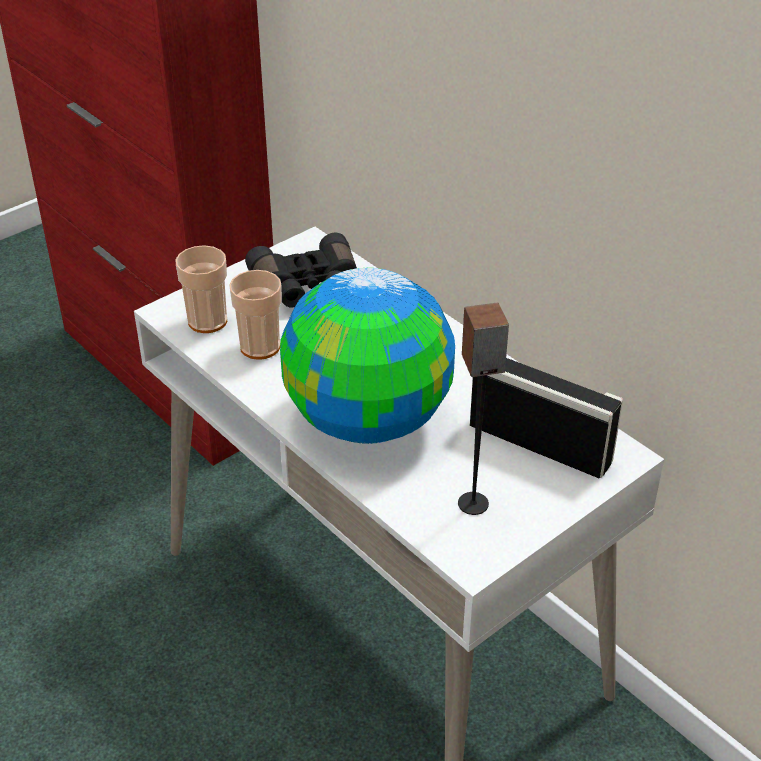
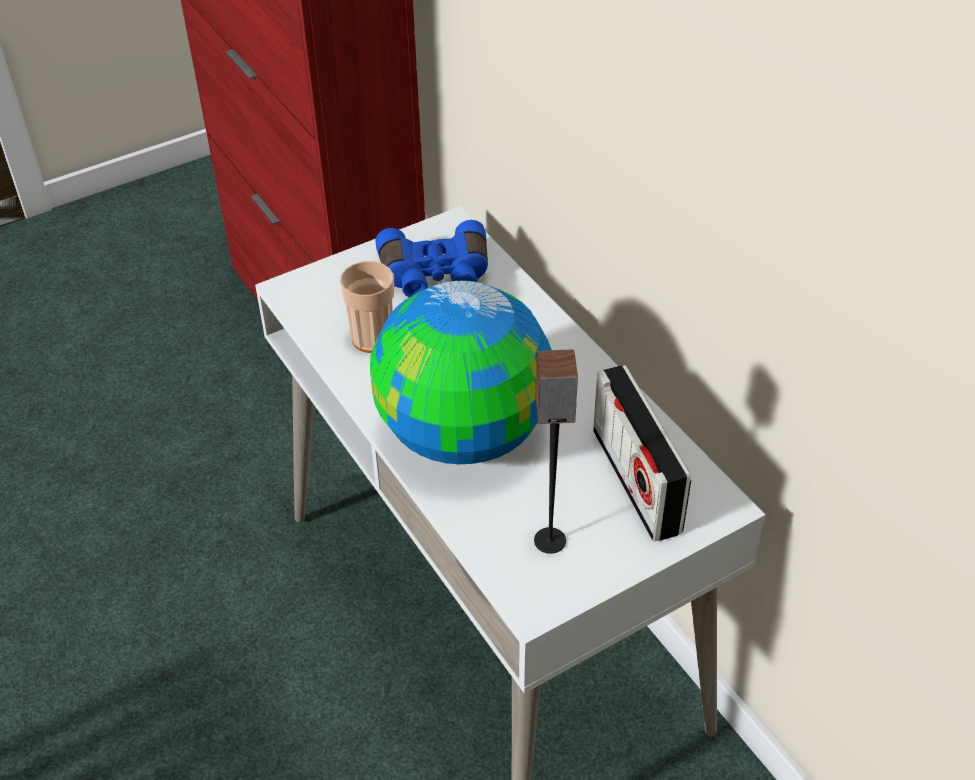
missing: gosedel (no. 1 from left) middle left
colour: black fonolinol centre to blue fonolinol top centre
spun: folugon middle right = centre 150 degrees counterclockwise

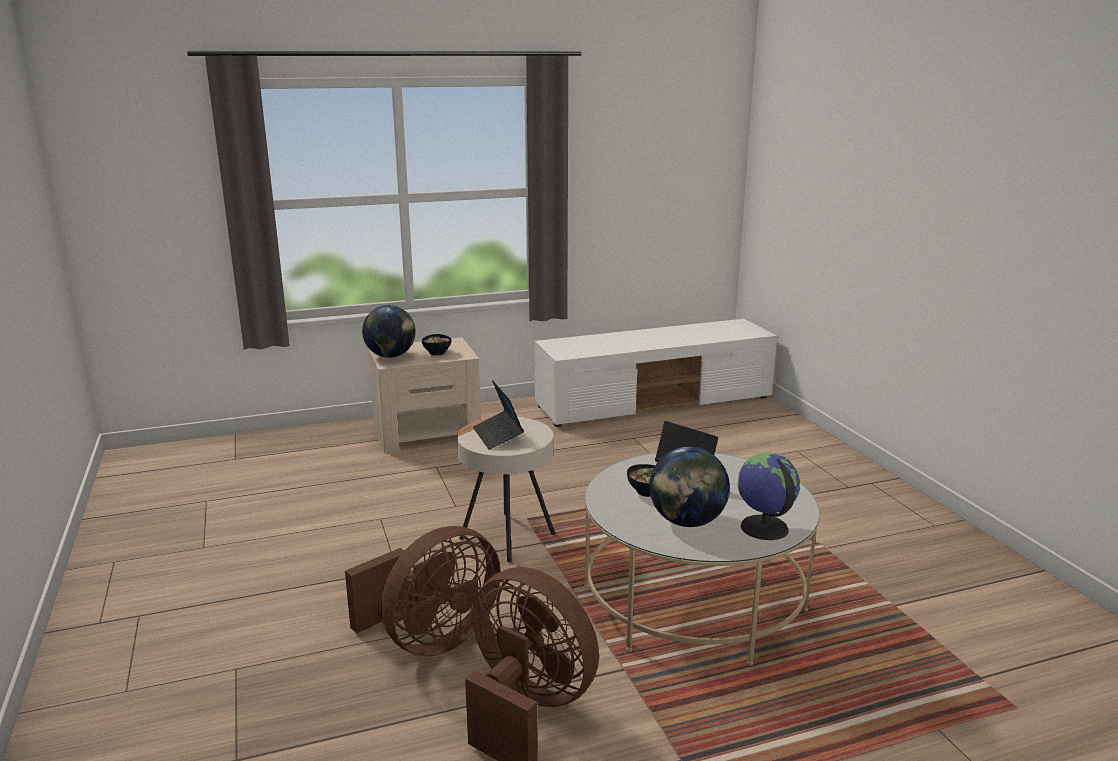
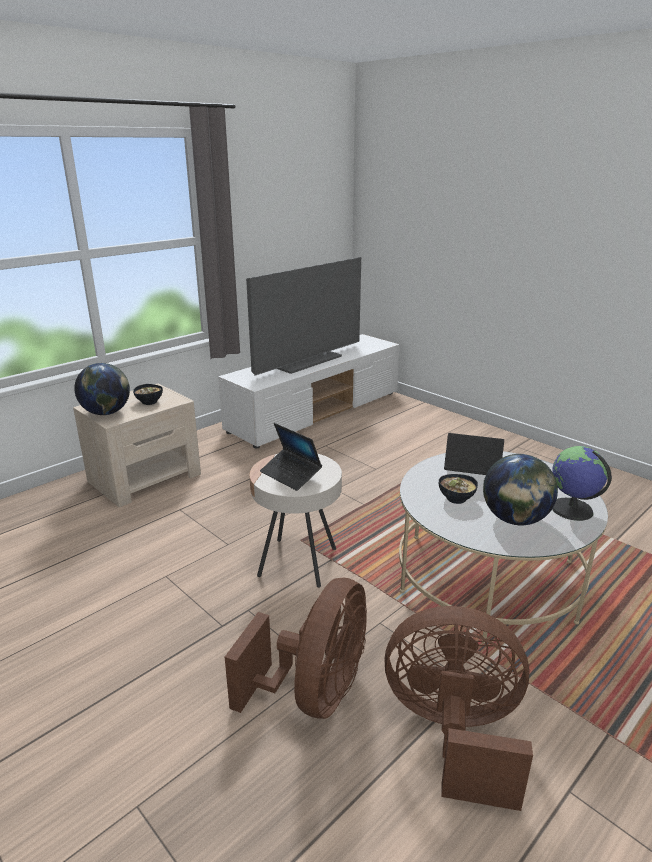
appeared: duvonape centre

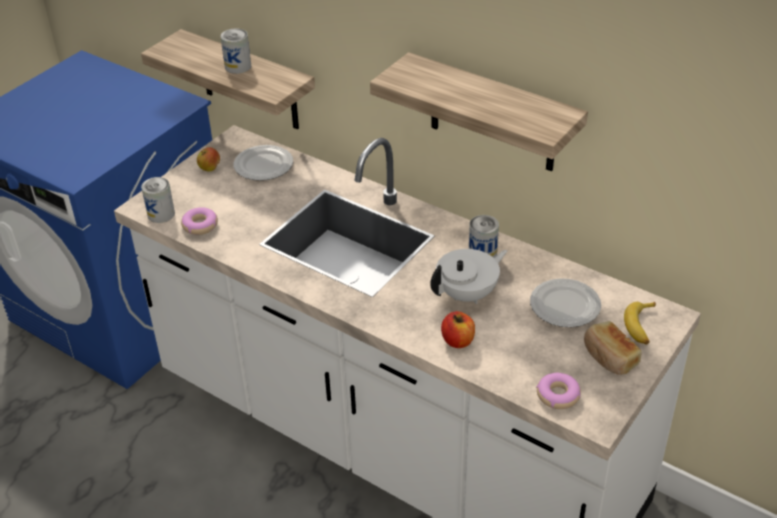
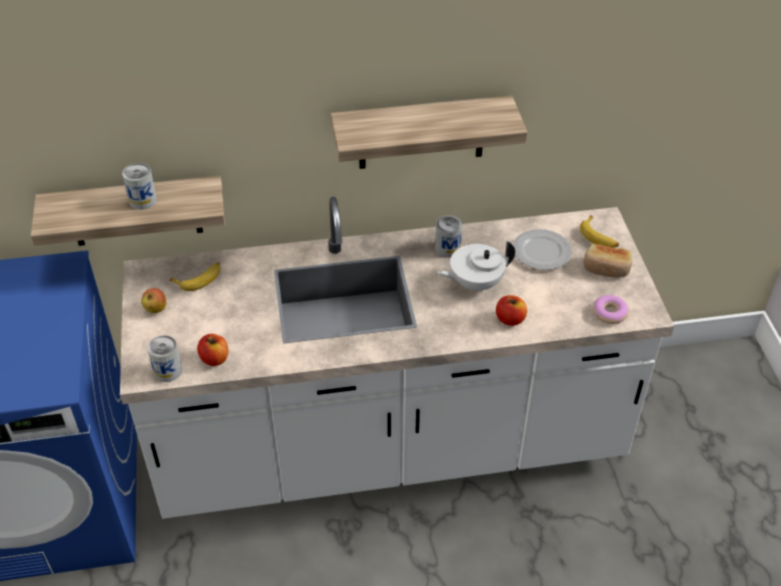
exchanged: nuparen (no. 1 from left) middle left to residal (no. 2 from left) middle left; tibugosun (no. 1 from left) top centre to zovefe (no. 1 from left) middle left
spun: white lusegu centre = centre 120 degrees counterclockwise

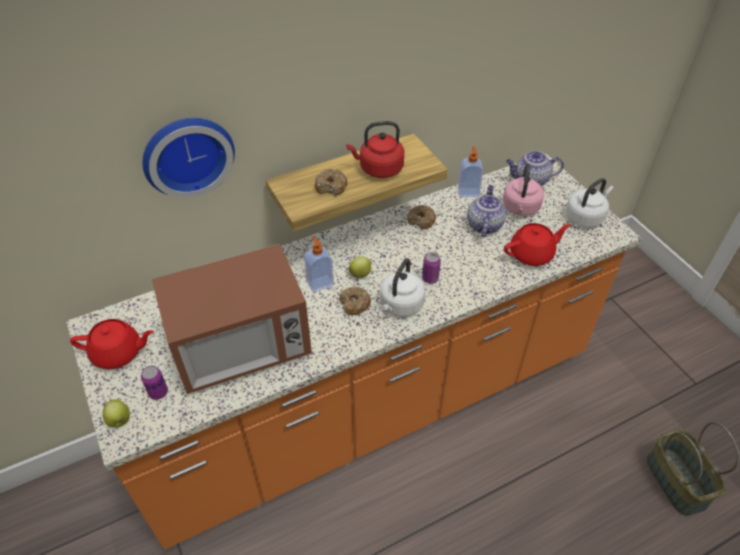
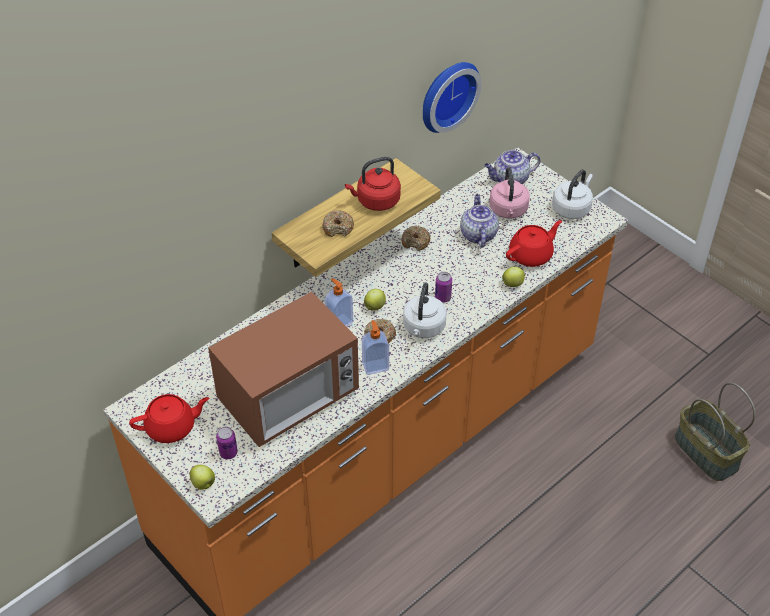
appeared: residal (no. 3 from left) middle right
relocated: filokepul top left to top centre; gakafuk (no. 2 from left) top centre to centre

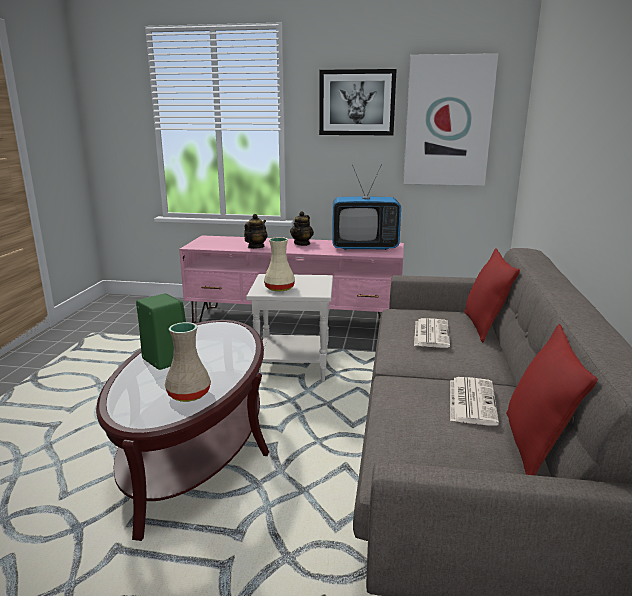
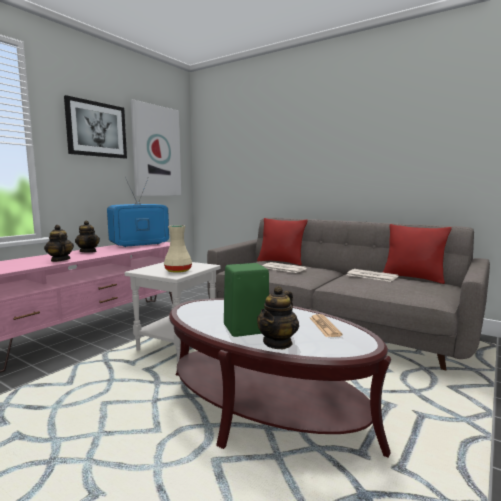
appeared: lusegu (no. 3 from left) centre
exchanged: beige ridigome (no. 1 from left) middle left to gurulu (no. 2 from left) centre
spun: duvonape centre = middle left 150 degrees counterclockwise

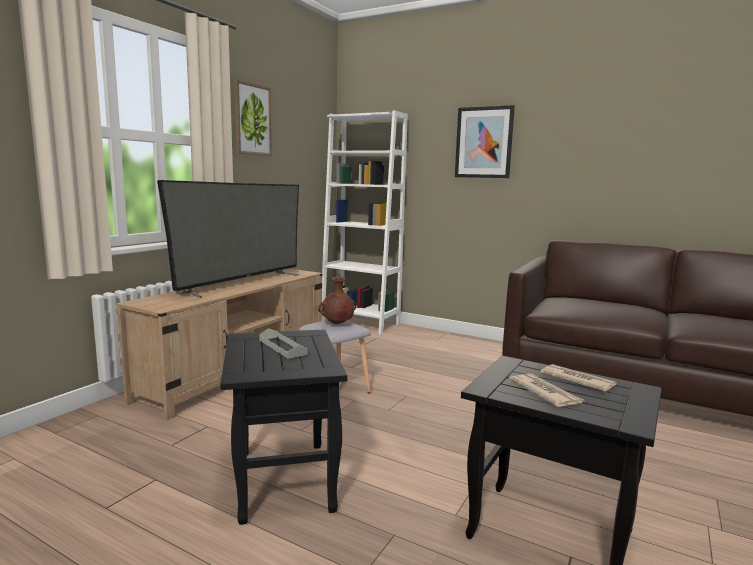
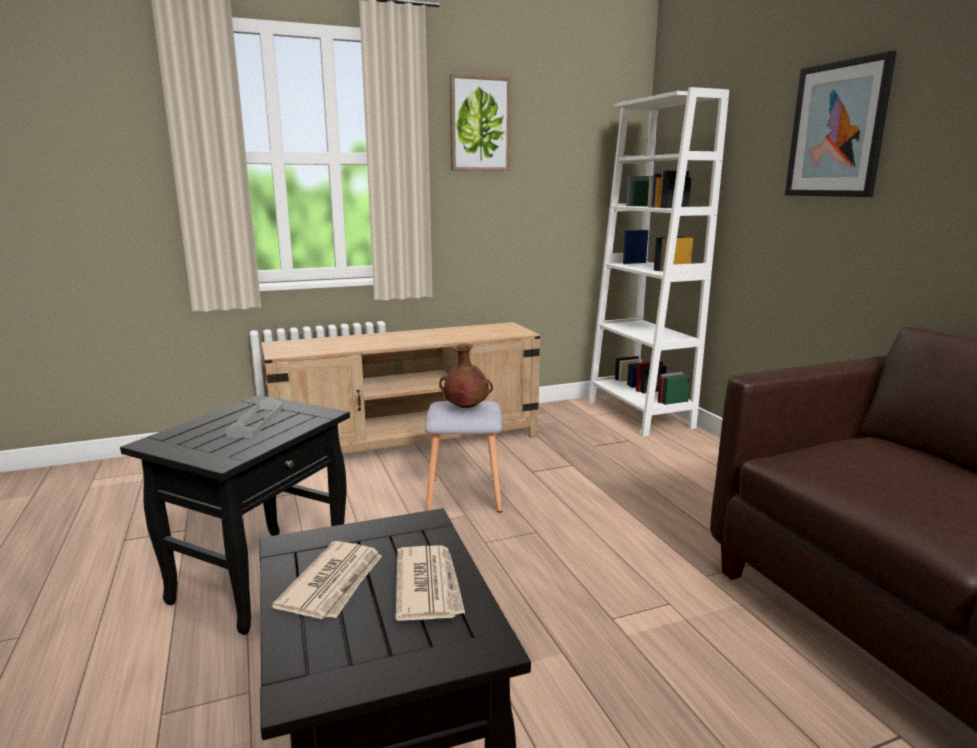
missing: duvonape middle left

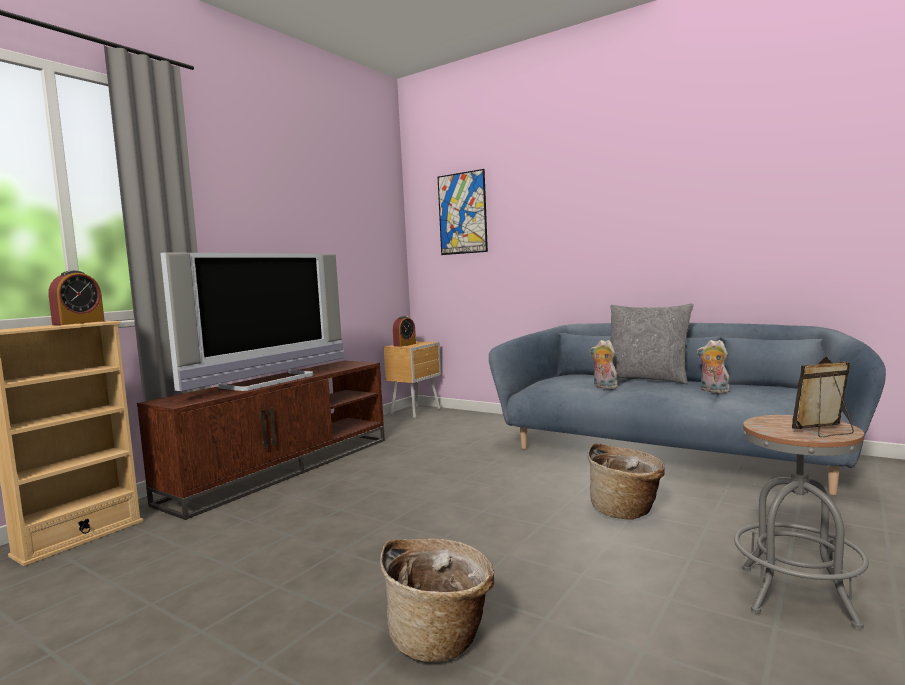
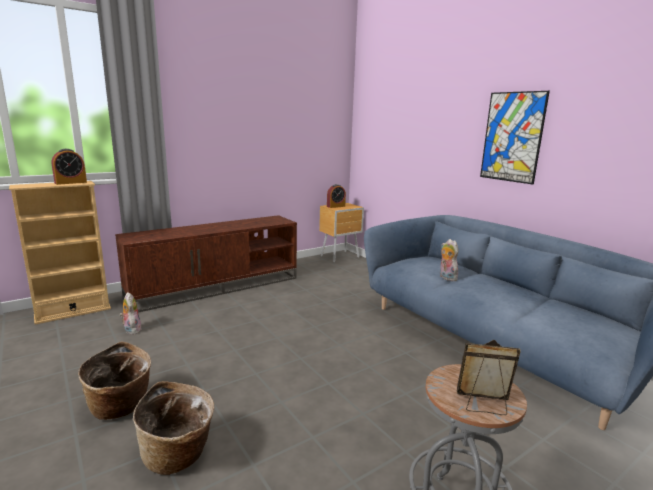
missing: duvonape middle left; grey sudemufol middle right
relocated: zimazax top centre to top right; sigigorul (no. 2 from left in the first image) bottom right to sigigorul (no. 1 from left) bottom left; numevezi (no. 2 from left in the first image) middle right to numevezi (no. 1 from left) middle left

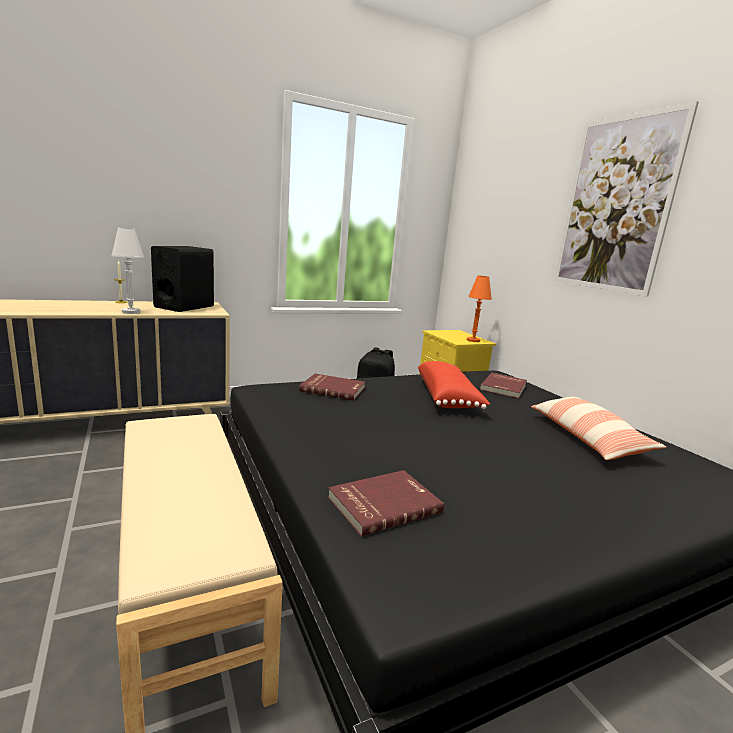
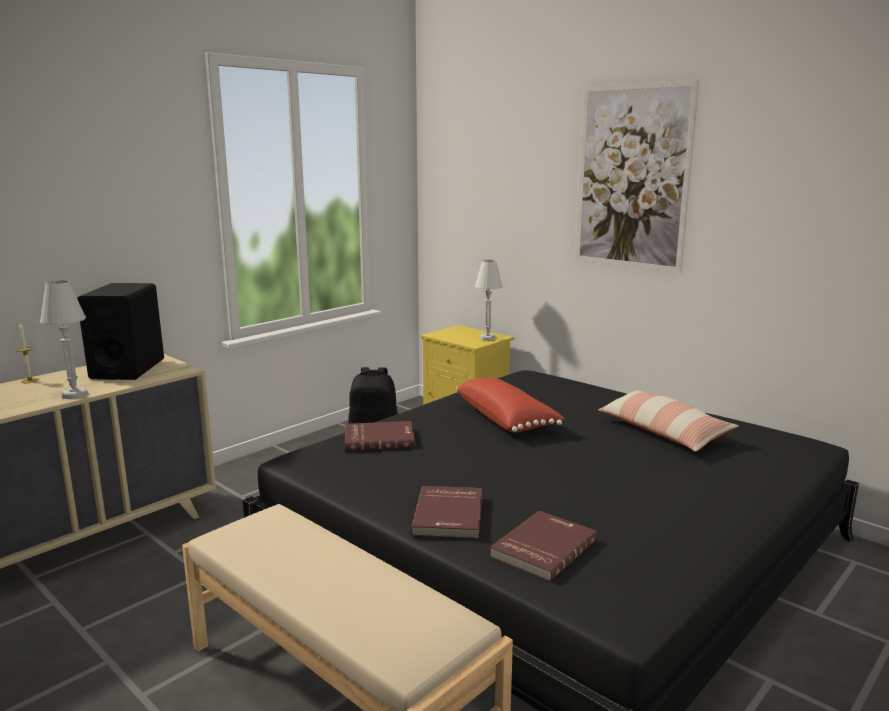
relocated: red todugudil (no. 3 from left in the first image) middle right to red todugudil (no. 2 from left) bottom centre
colour: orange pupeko centre to white pupeko (no. 2 from left) centre

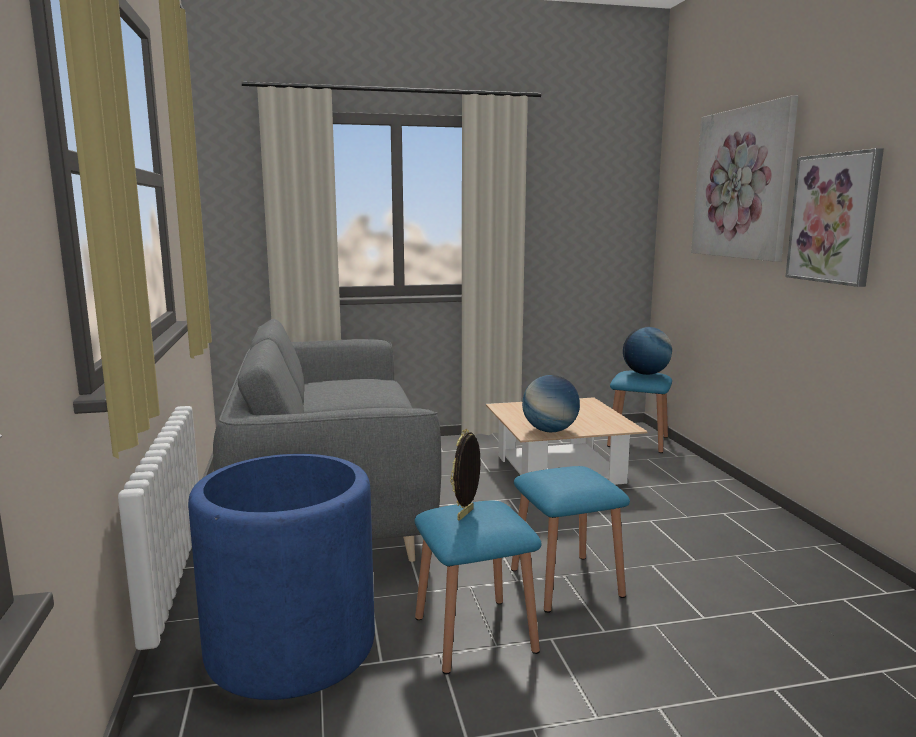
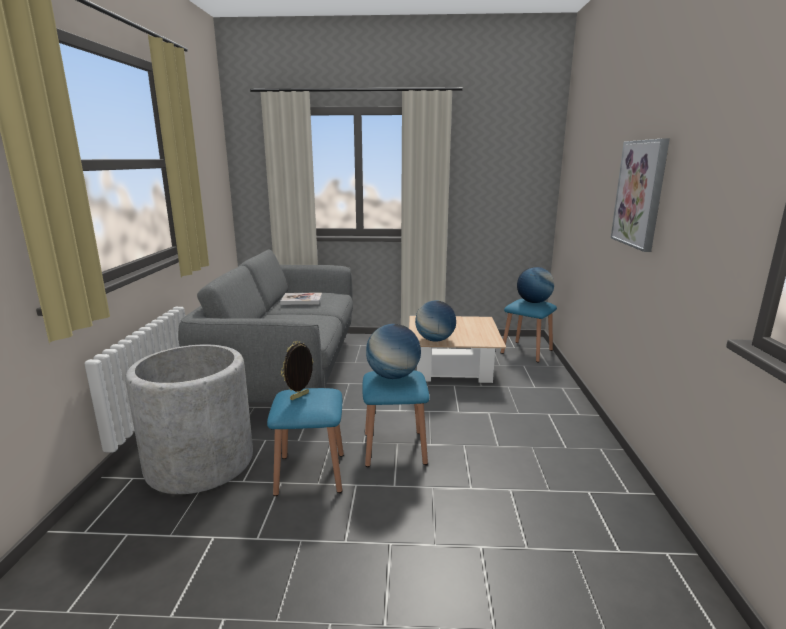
missing: zimazax (no. 1 from left) top right
appeared: todugudil centre; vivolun (no. 1 from left) centre
colour: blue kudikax bottom left to grey kudikax middle left

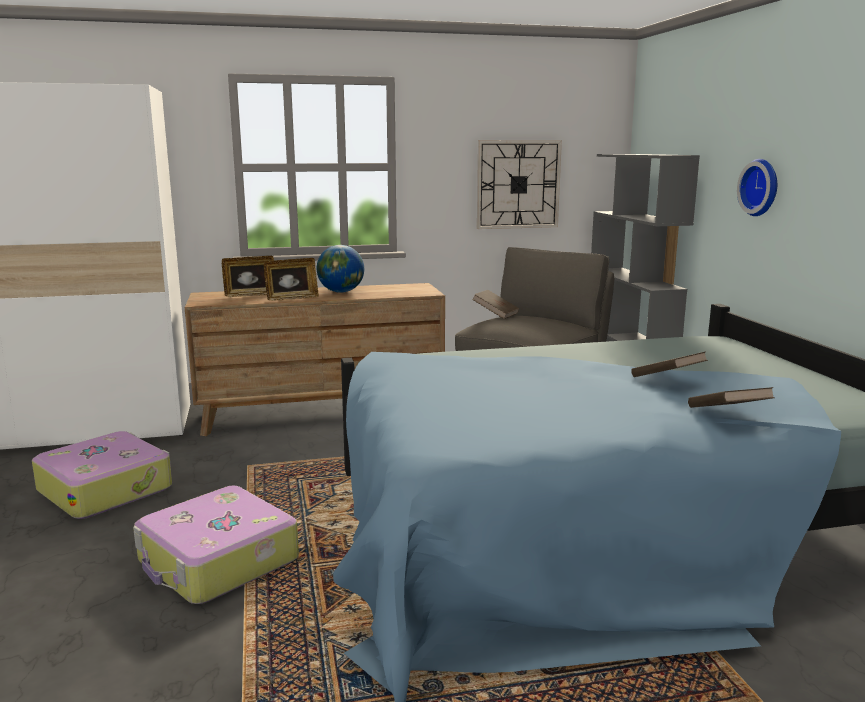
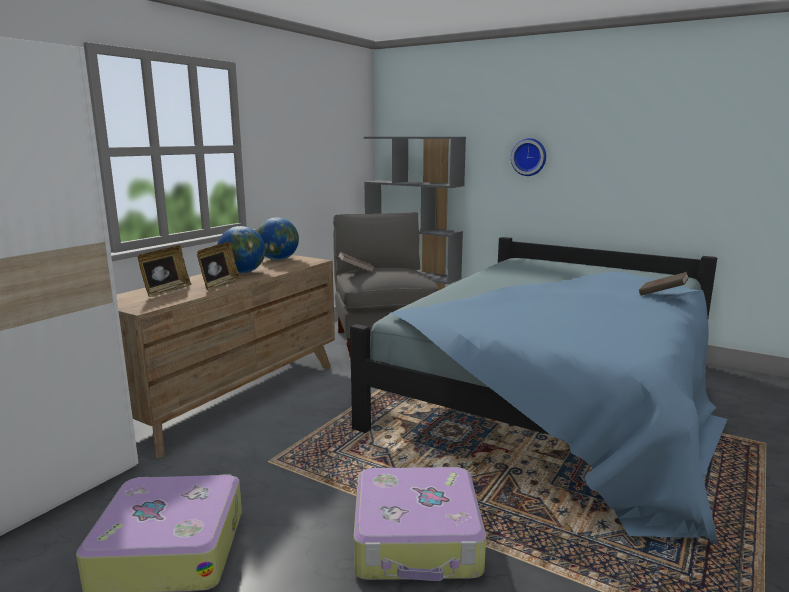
missing: filokepul (no. 1 from left) top centre; brown todugudil (no. 2 from left) middle right
appeared: vivolun (no. 2 from left) centre

